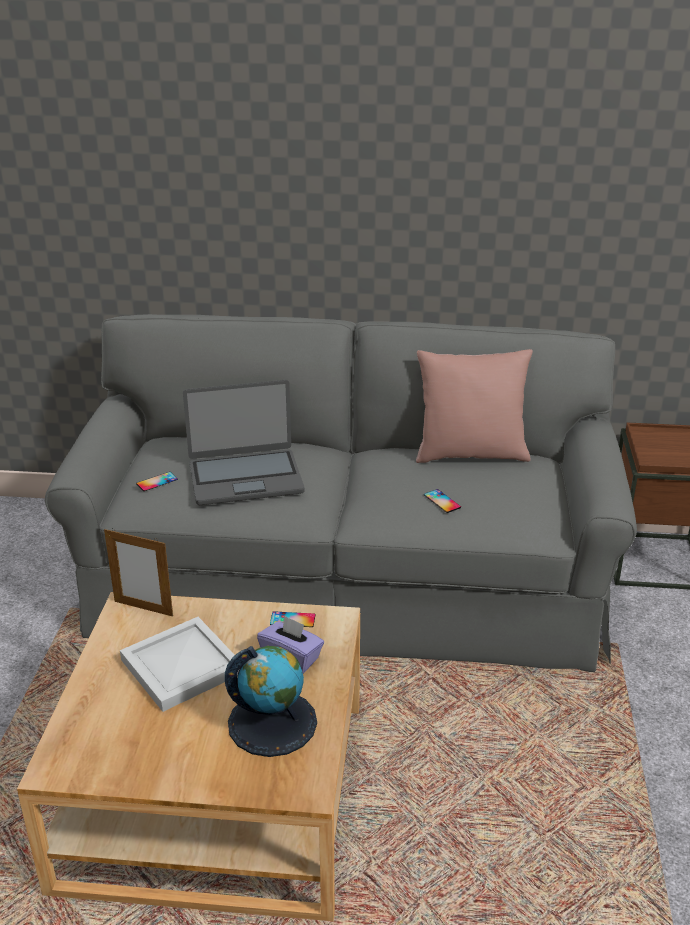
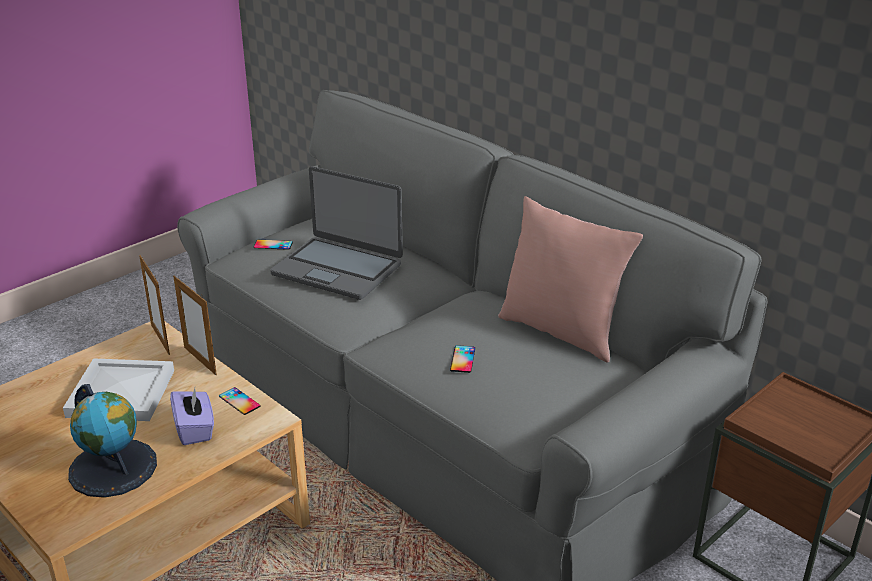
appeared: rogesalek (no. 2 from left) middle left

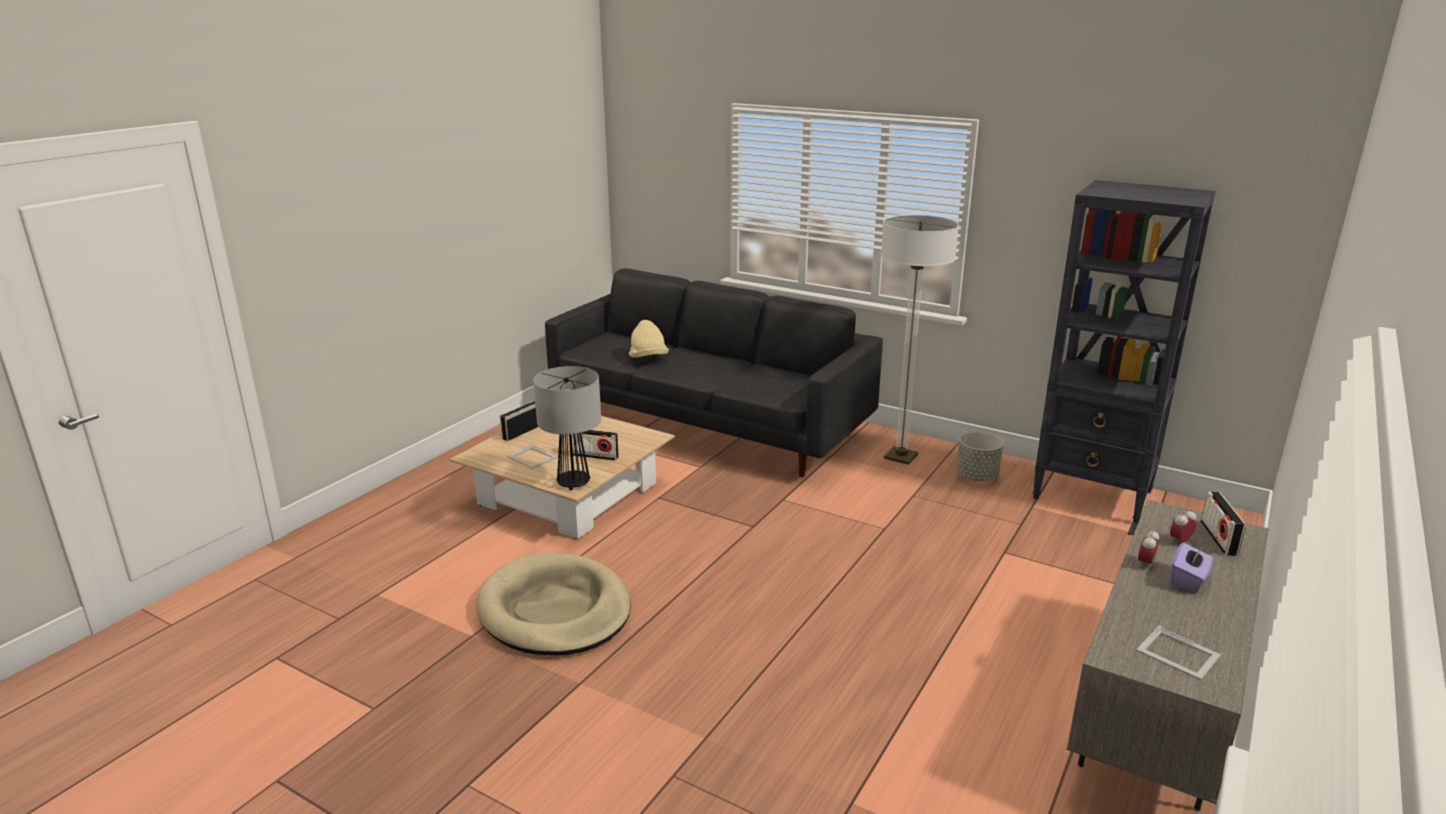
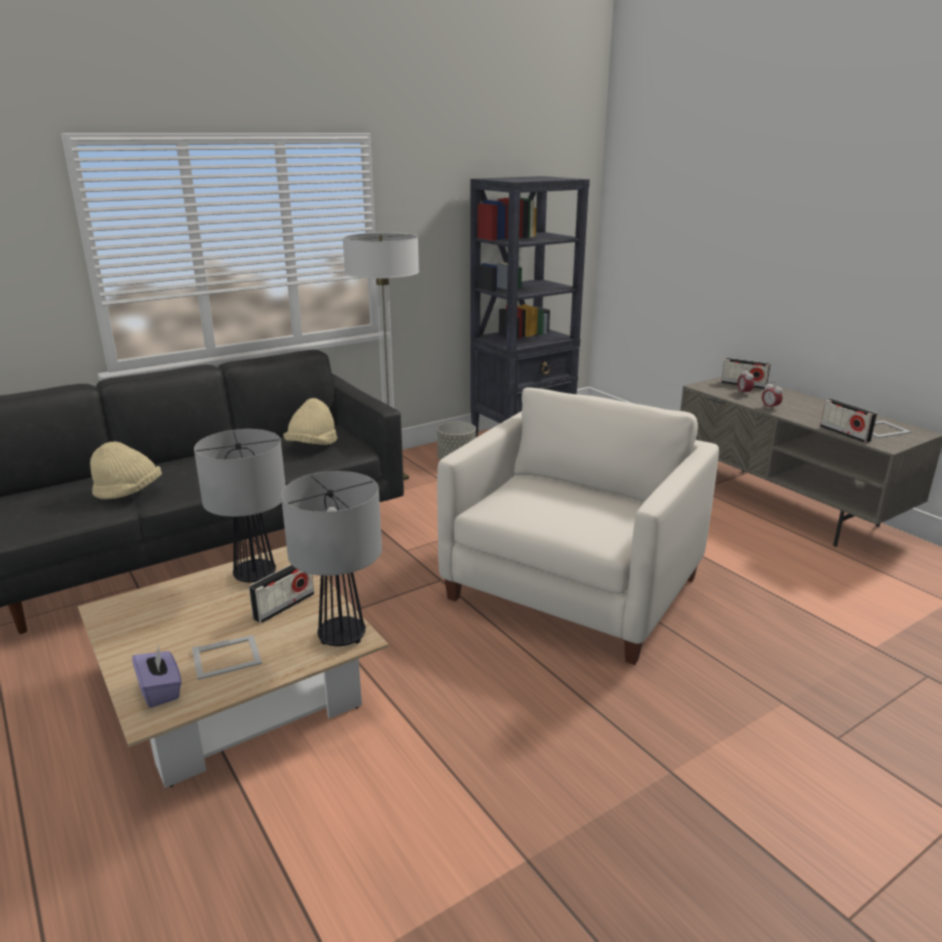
missing: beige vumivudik bottom centre
appeared: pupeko (no. 1 from left) middle left; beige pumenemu (no. 2 from left) middle left; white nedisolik centre
relocated: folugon (no. 1 from left in the first image) centre to folugon (no. 3 from left) middle right; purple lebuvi bottom right to bottom left

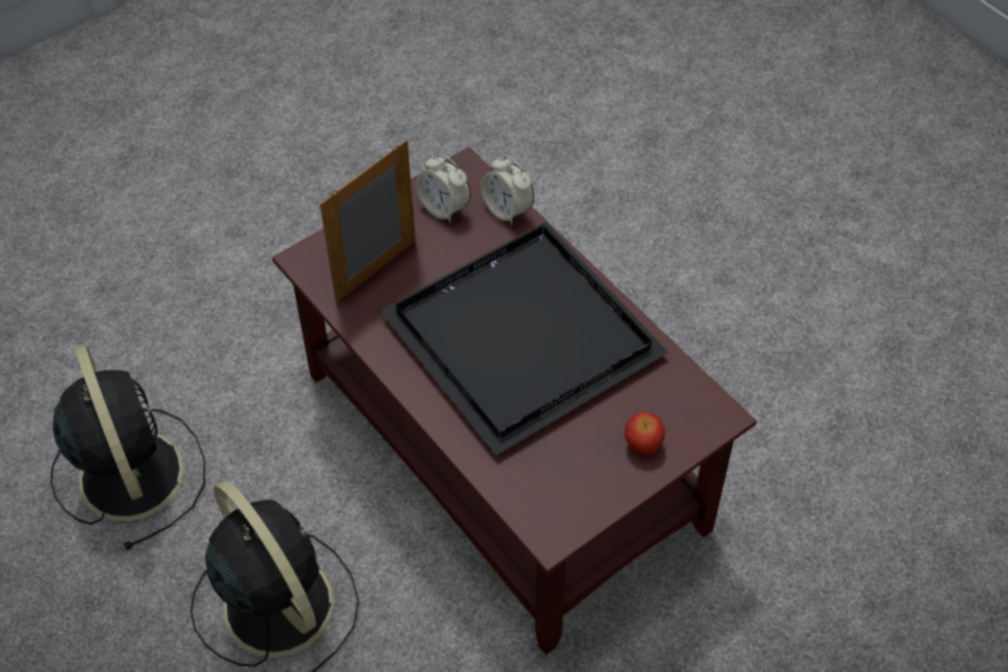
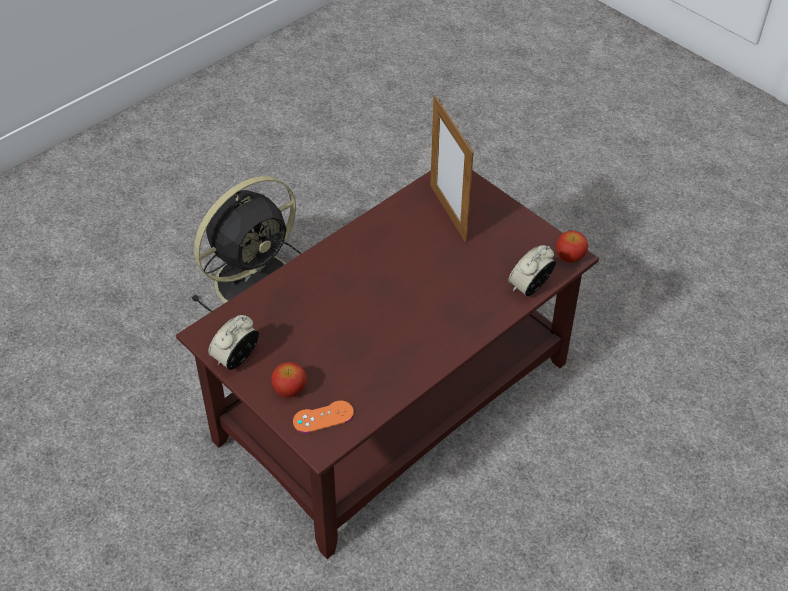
missing: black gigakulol (no. 1 from left) middle left; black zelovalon centre
appeared: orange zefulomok bottom centre; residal (no. 2 from left) middle right
relocated: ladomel (no. 1 from left) top centre to middle left
spun: rogesalek top centre = top centre 150 degrees counterclockwise

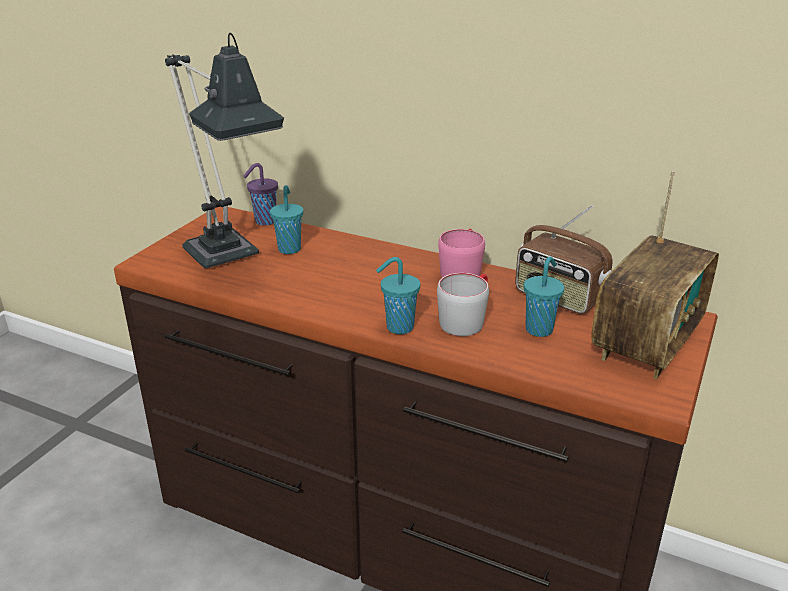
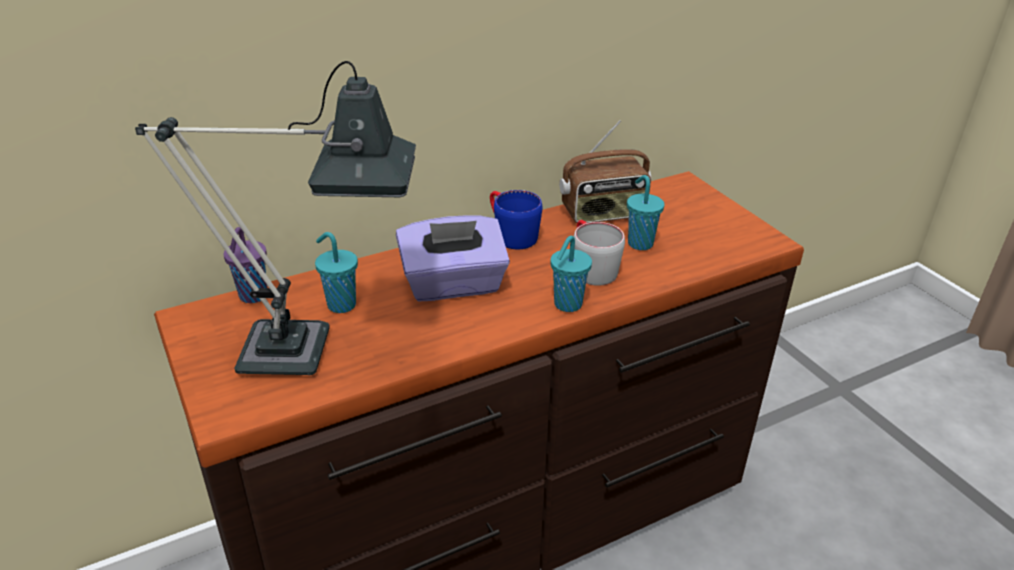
missing: folugon (no. 2 from left) middle right
appeared: purple lebuvi centre
colour: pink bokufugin centre to blue bokufugin centre

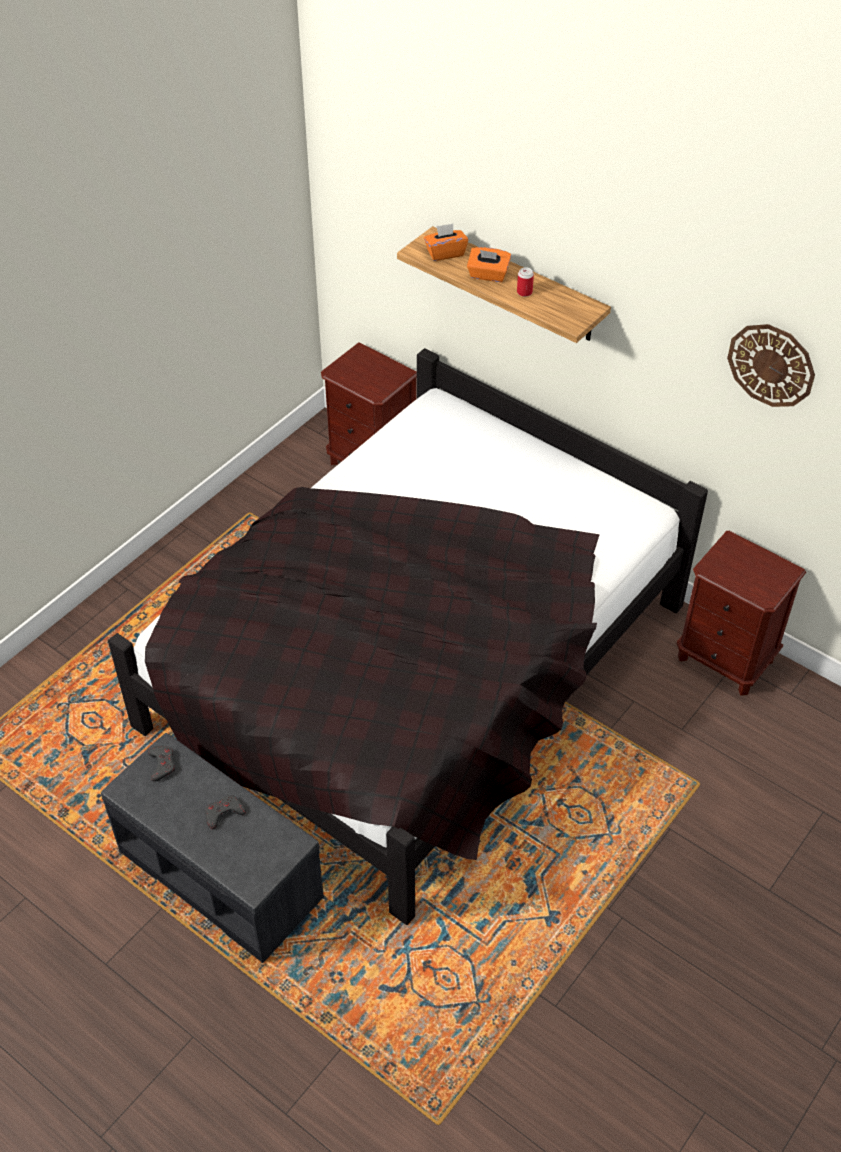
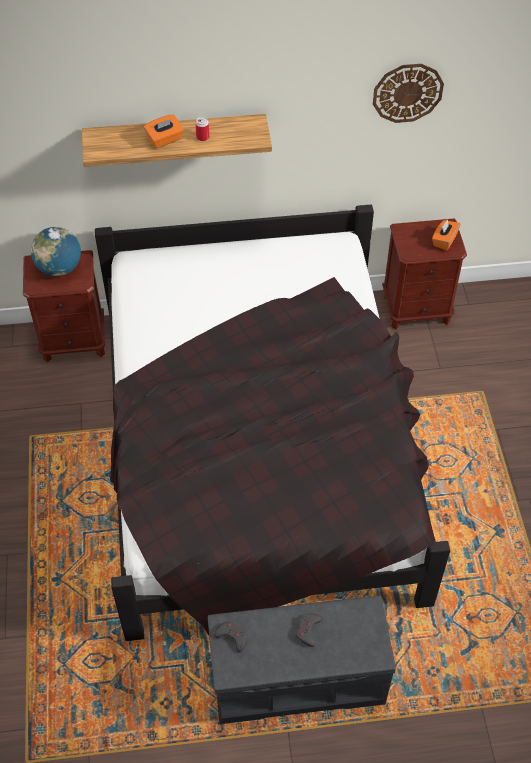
appeared: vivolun top left
relocated: orange lebuvi (no. 1 from left in the first image) top centre to orange lebuvi (no. 2 from left) top right

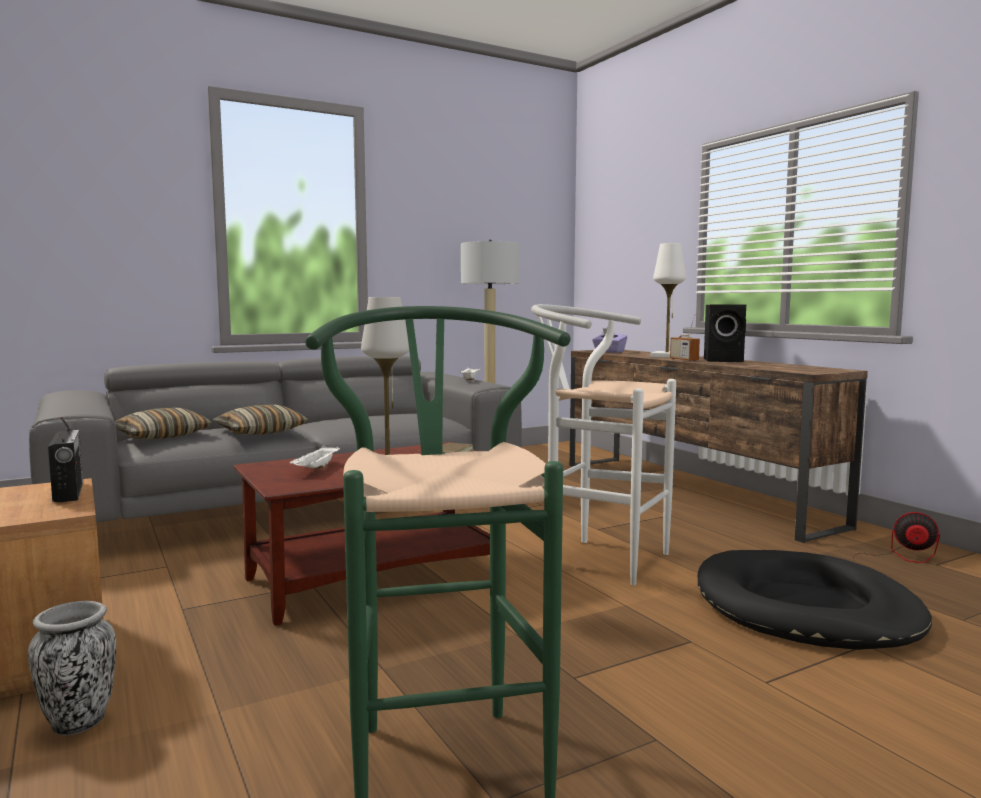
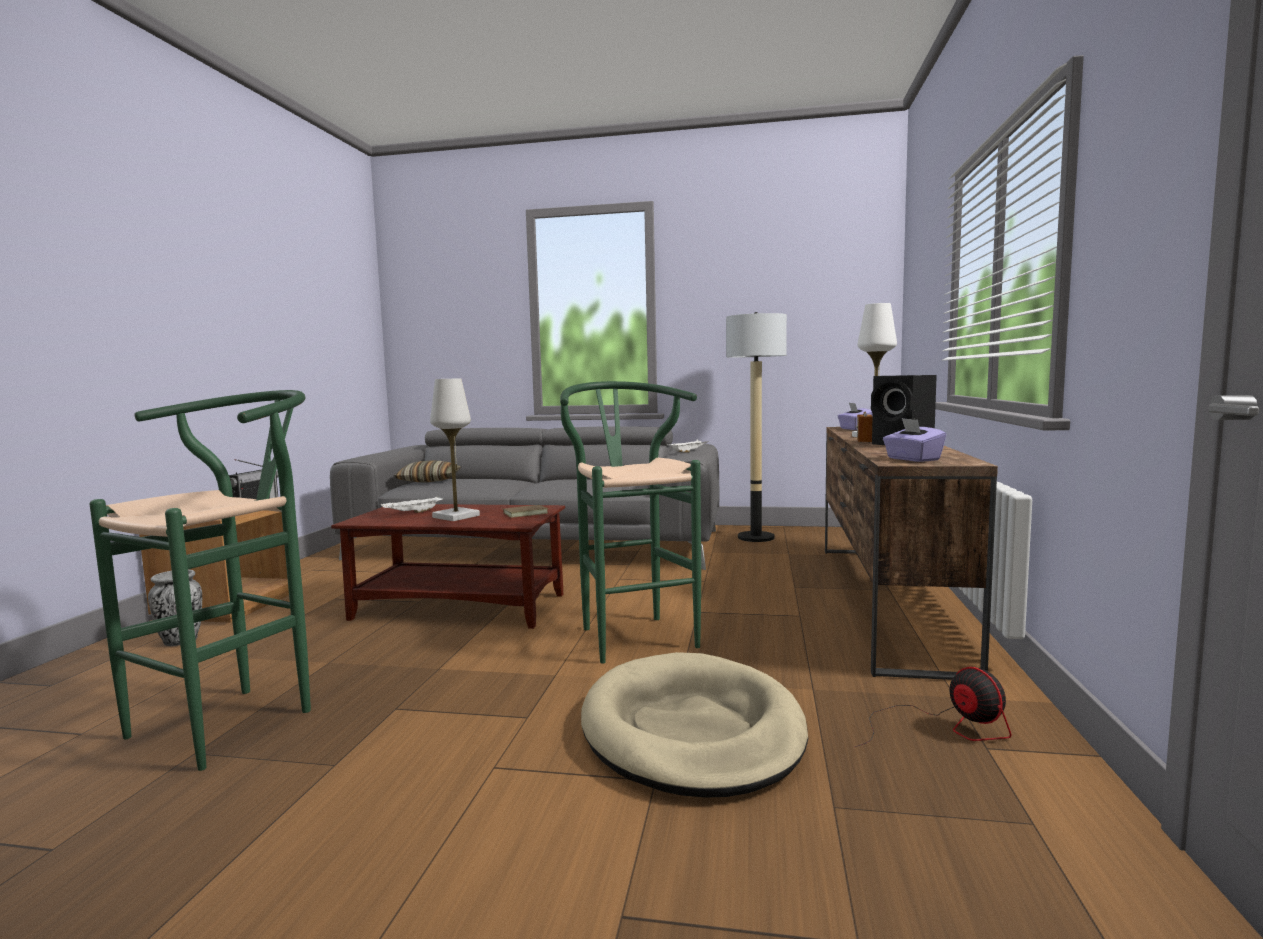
missing: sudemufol (no. 2 from left) middle left
appeared: purple lebuvi (no. 2 from left) middle right
colour: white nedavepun centre to green nedavepun (no. 2 from left) centre; black vumivudik bottom right to beige vumivudik bottom centre

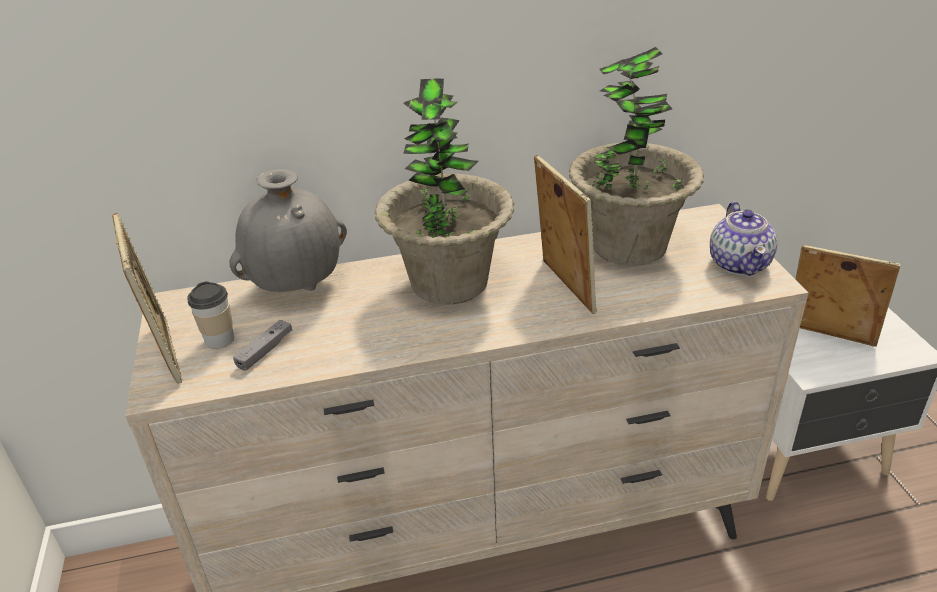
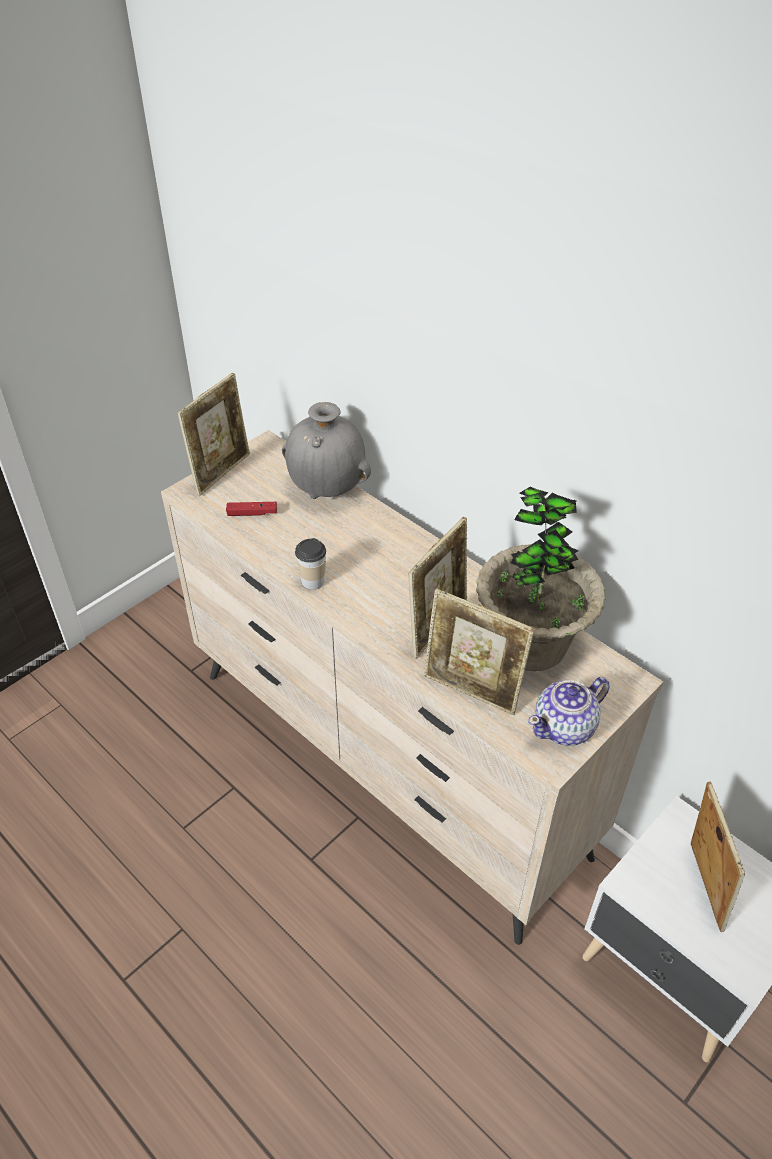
missing: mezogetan (no. 1 from left) top centre
appeared: rogesalek (no. 3 from left) centre
relocated: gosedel middle left to centre
colour: grey zefulomok middle left to red zefulomok middle left

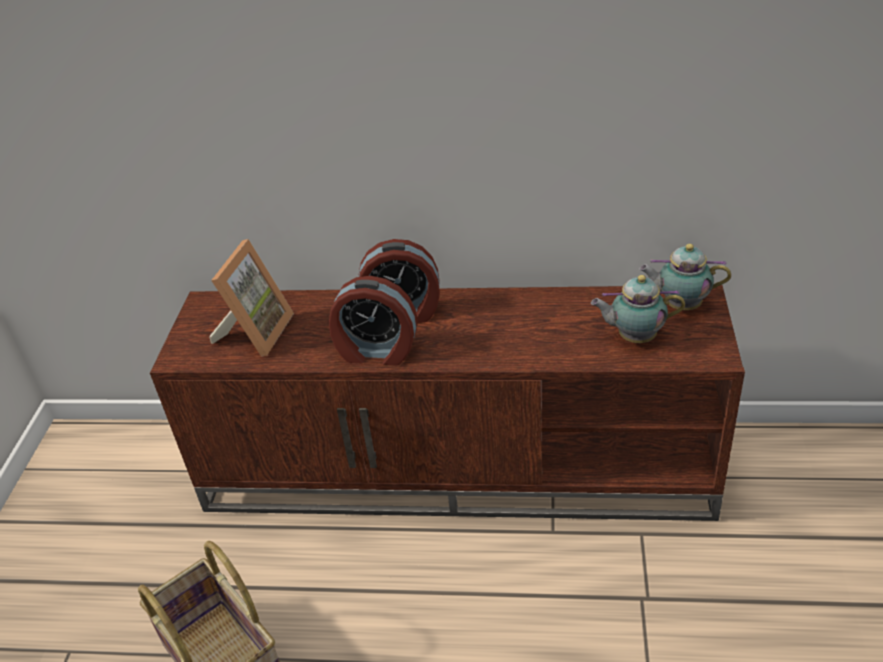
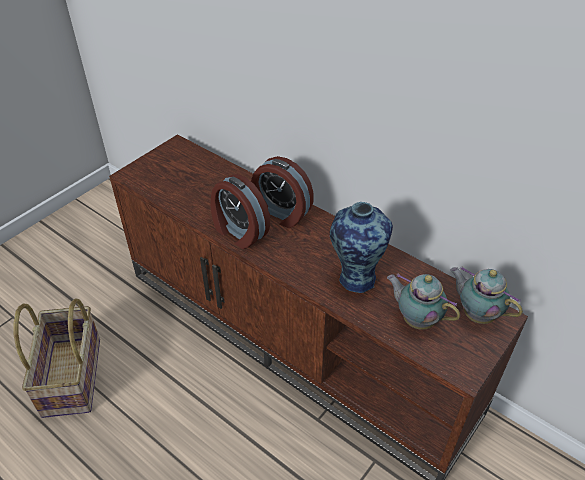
missing: rogesalek middle left
appeared: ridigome centre

